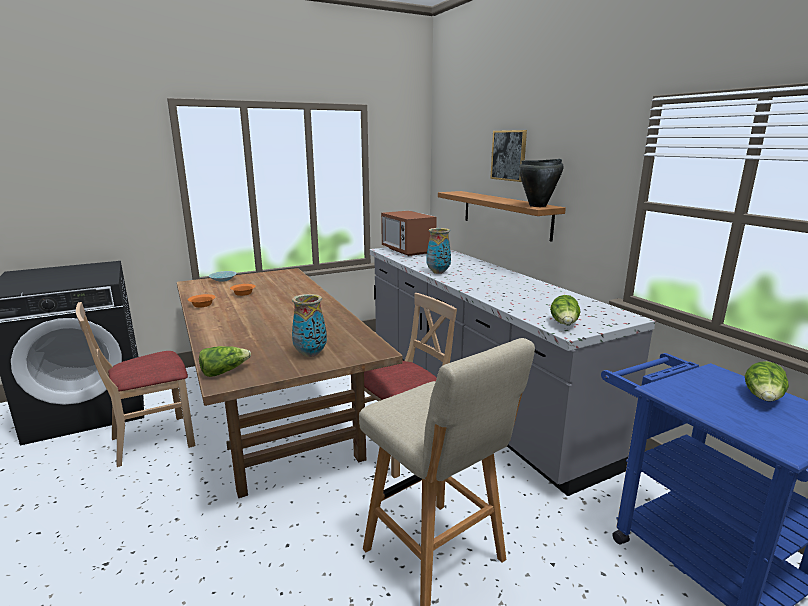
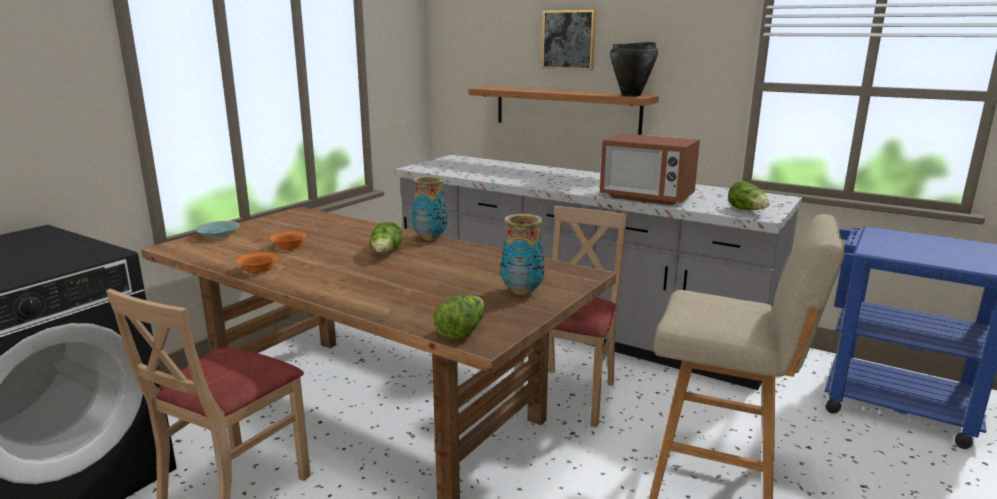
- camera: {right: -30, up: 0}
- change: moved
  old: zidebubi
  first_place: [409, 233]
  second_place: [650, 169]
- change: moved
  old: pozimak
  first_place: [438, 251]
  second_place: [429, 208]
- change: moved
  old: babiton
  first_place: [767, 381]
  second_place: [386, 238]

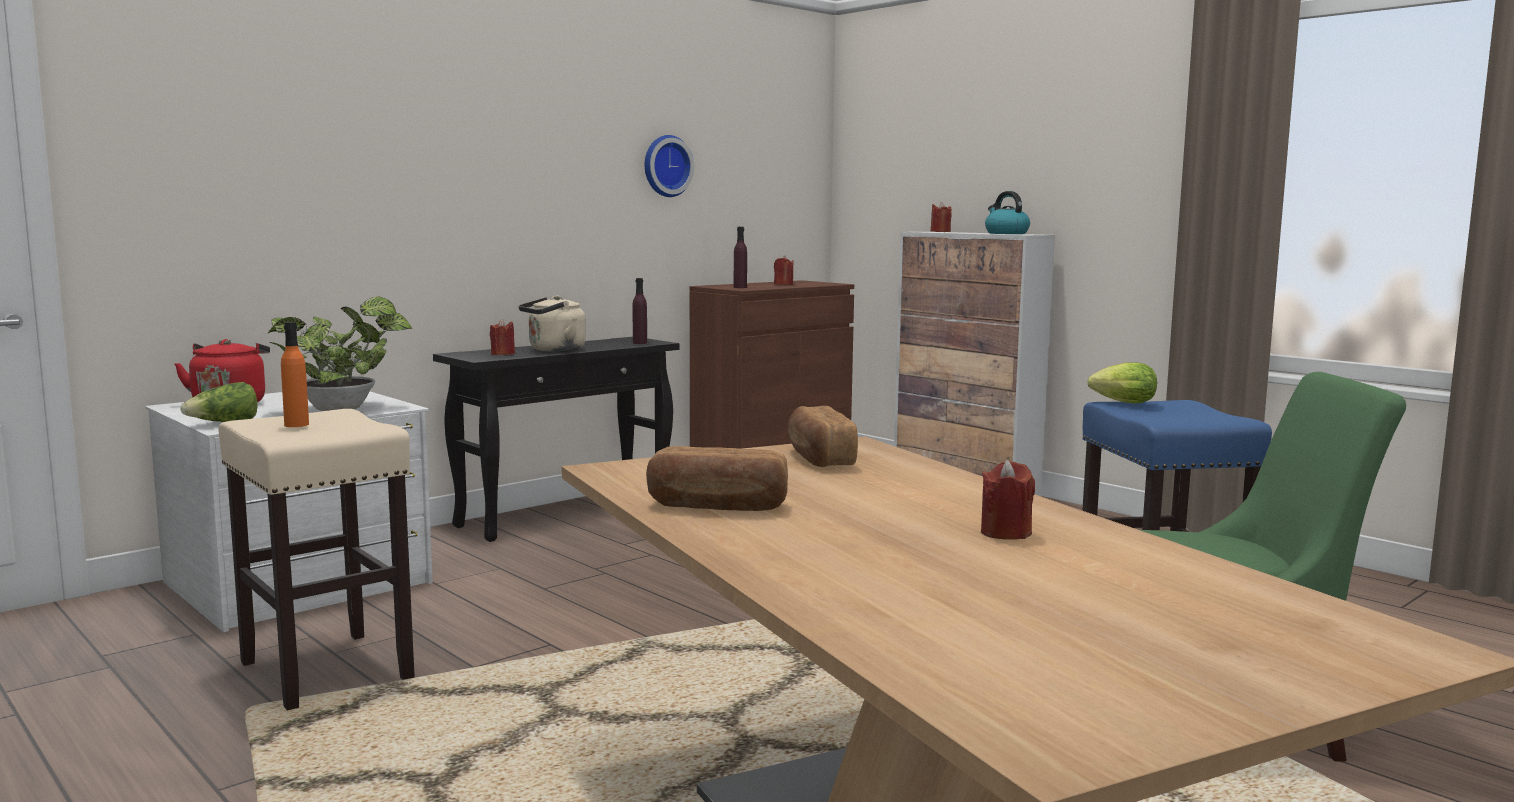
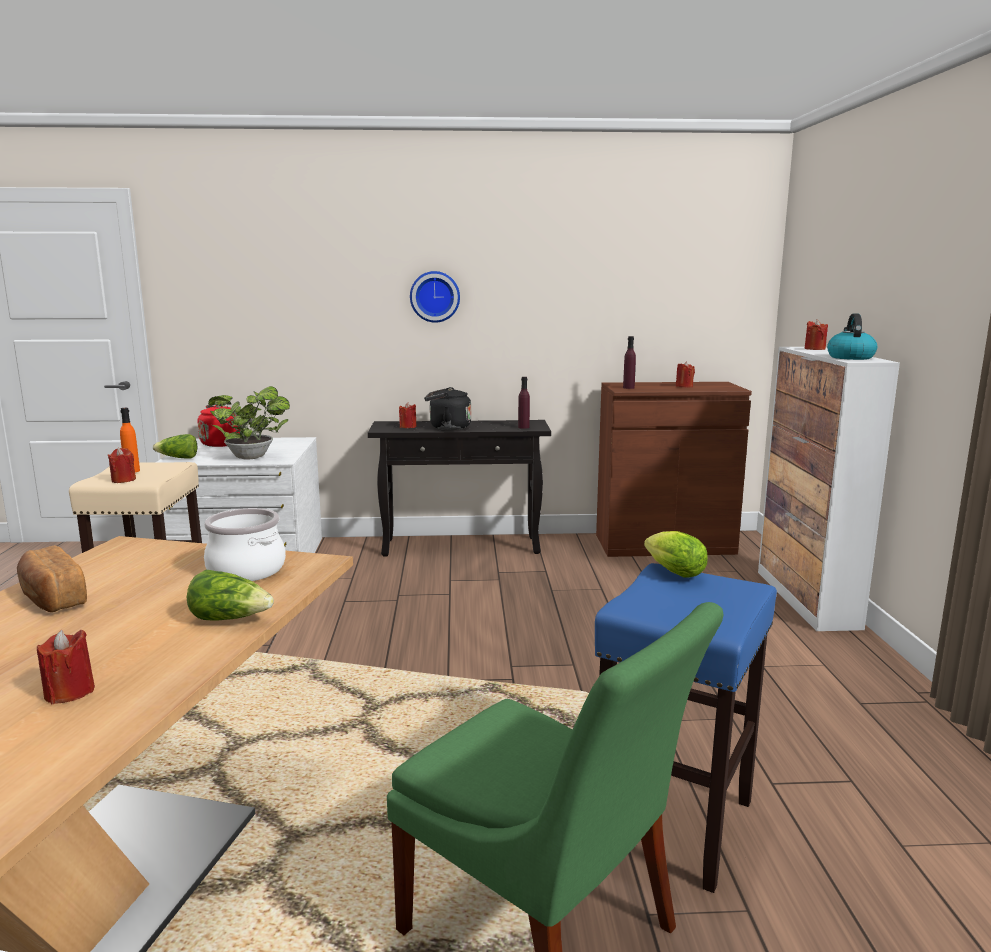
- camera: {right: 40, up: 5}
- change: moved
  old: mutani
  first_place: [669, 166]
  second_place: [435, 297]
- change: recoloured
  old: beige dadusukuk
  new: black dadusukuk
  first_place: [552, 323]
  second_place: [447, 408]
- change: replaced
  old: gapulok
  new: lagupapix
  first_place: [823, 436]
  second_place: [245, 544]
- change: added
  new: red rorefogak
  second_place: [122, 465]
- change: added
  new: babiton
  second_place: [230, 595]

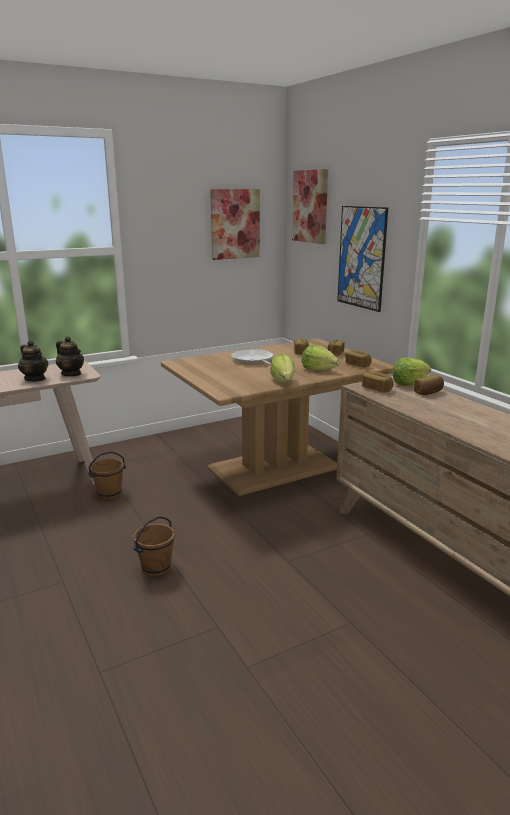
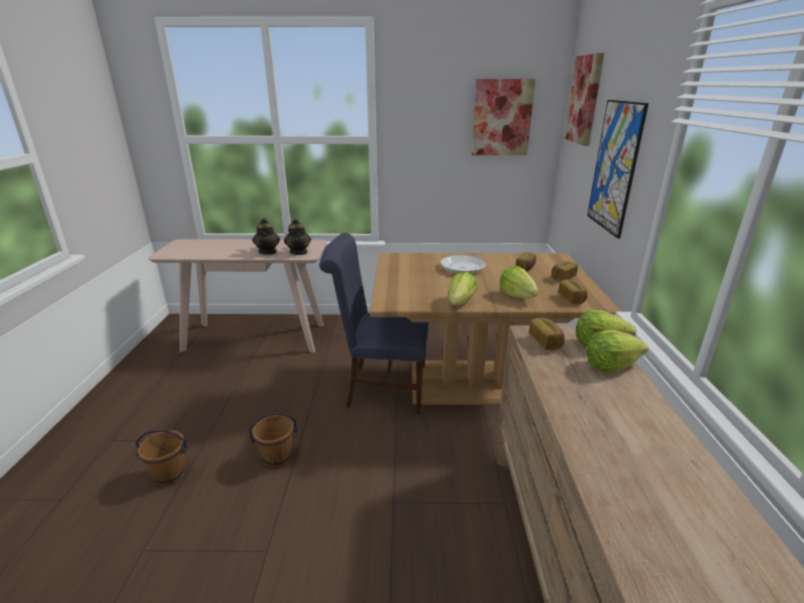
- camera: {right: 30, up: 5}
- change: replaced
  old: gapulok
  new: babiton
  first_place: [429, 385]
  second_place: [617, 351]
- change: moved
  old: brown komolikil
  first_place: [107, 476]
  second_place: [162, 458]
- change: added
  new: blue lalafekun
  second_place: [374, 323]

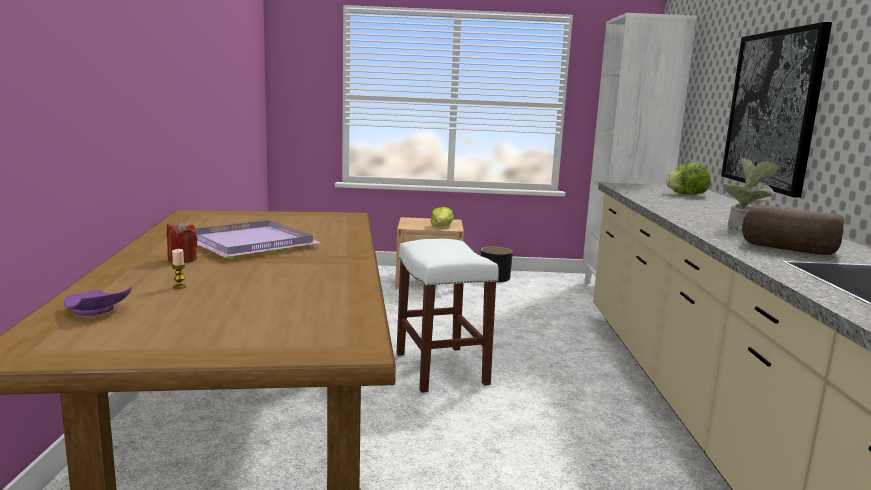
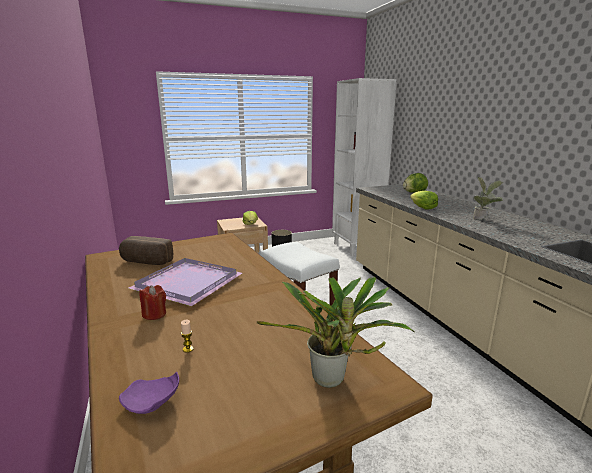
- camera: {right: -20, up: 5}
- change: removed
  old: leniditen
  first_place: [776, 110]
- change: moved
  old: gapulok
  first_place: [793, 230]
  second_place: [146, 250]
- change: added
  new: babiton
  second_place: [424, 200]
- change: added
  new: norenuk
  second_place: [335, 332]

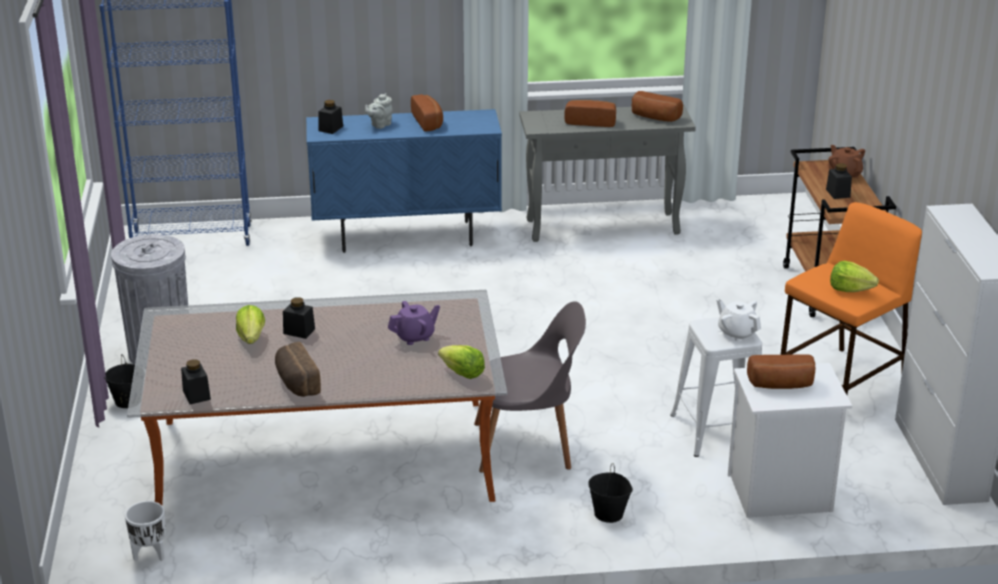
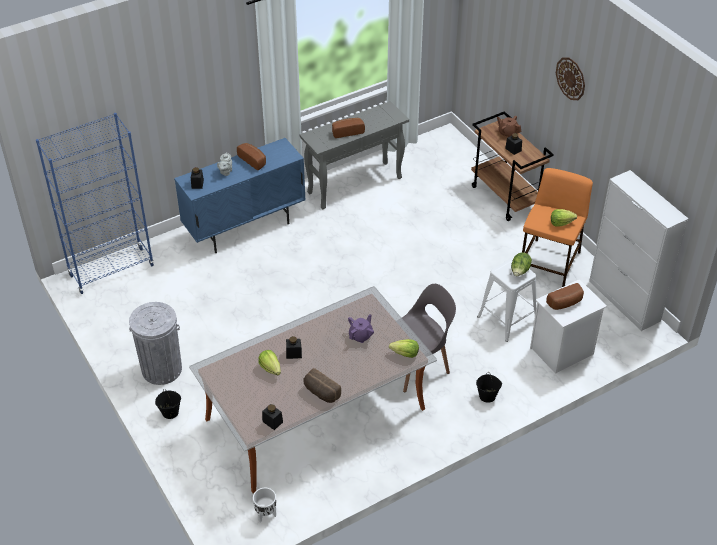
- camera: {right: -25, up: 15}
- change: removed
  old: gapulok
  first_place: [657, 106]
- change: replaced
  old: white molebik
  new: babiton
  first_place: [739, 320]
  second_place: [521, 264]
- change: added
  new: mutani
  second_place: [570, 78]

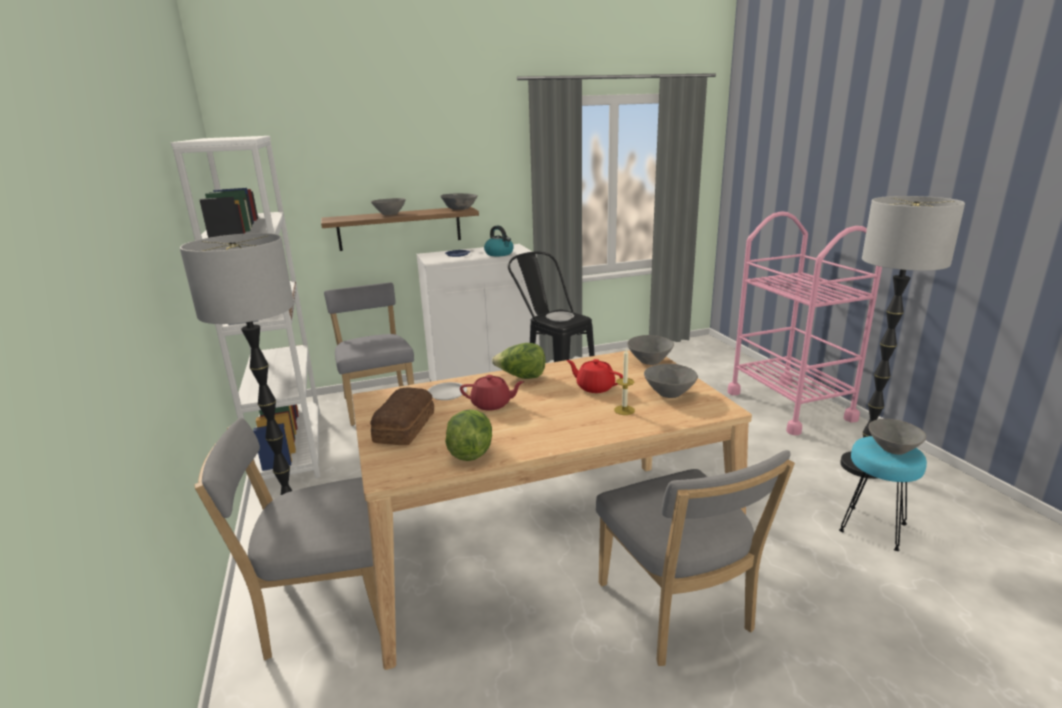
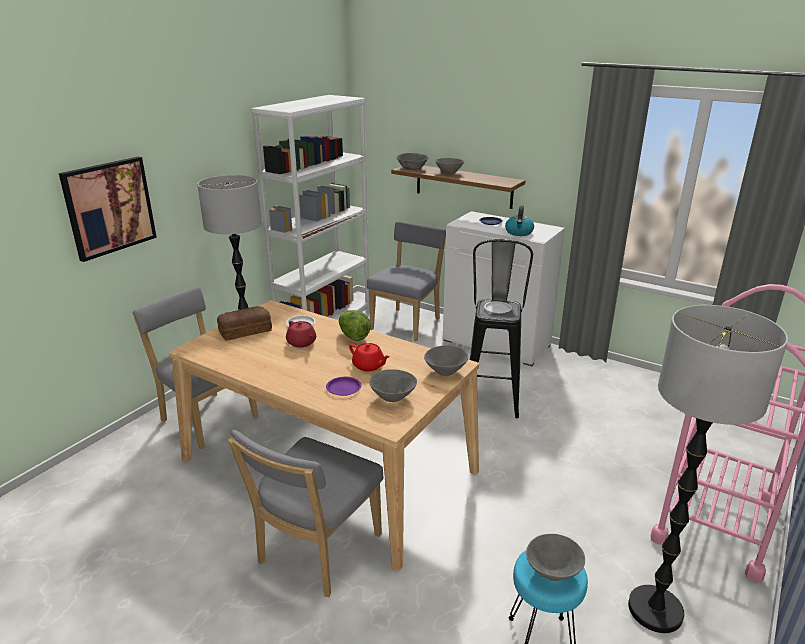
- camera: {right: 50, up: 5}
- change: moved
  old: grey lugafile
  first_place: [459, 201]
  second_place: [412, 161]
- change: replaced
  old: rorefogak
  new: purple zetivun
  first_place: [624, 382]
  second_place: [344, 386]
- change: turned
  old: red molebik
  first_place: [595, 376]
  second_place: [369, 357]
  degrees: 135
- change: removed
  old: babiton
  first_place: [468, 435]
- change: added
  new: leniditen
  second_place: [108, 209]

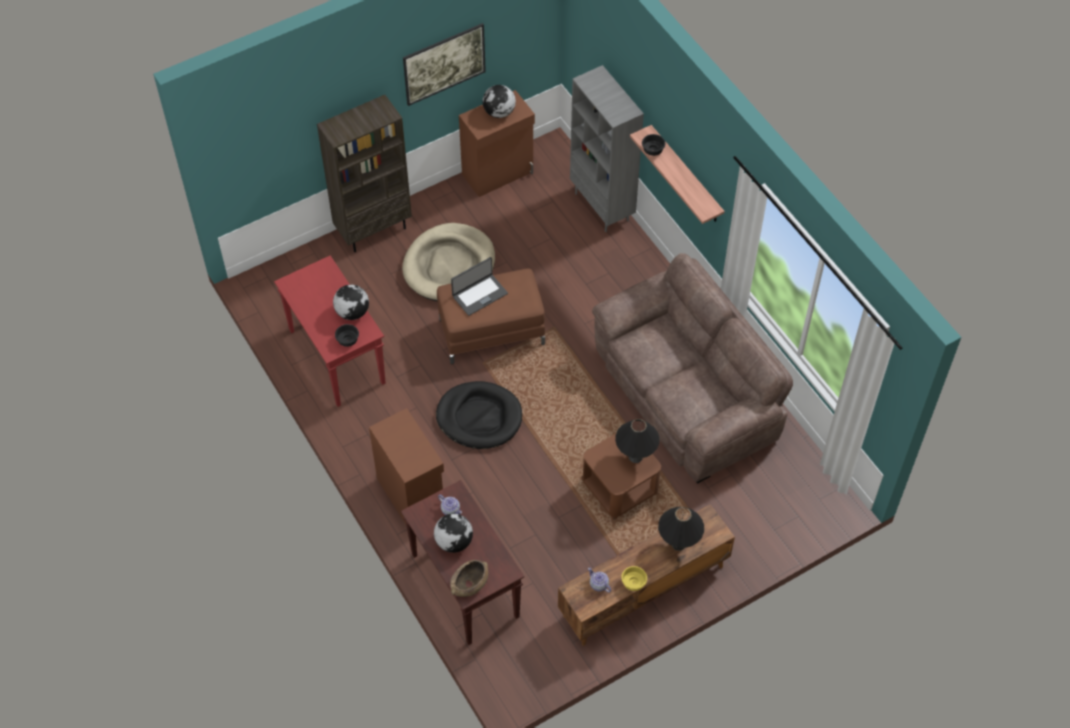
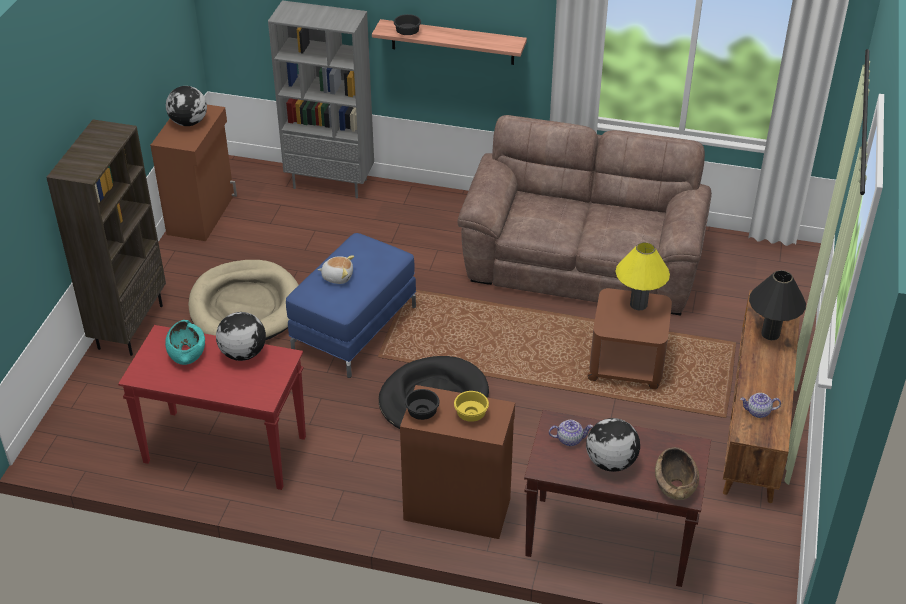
- camera: {right: -45, up: -15}
- change: removed
  old: leniditen
  first_place: [444, 64]
- change: replaced
  old: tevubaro
  new: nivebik
  first_place: [479, 286]
  second_place: [336, 269]
- change: recoloured
  old: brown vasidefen
  new: blue vasidefen
  first_place: [491, 316]
  second_place: [351, 305]
- change: moved
  old: black lugafile
  first_place: [347, 335]
  second_place: [422, 404]
- change: recoloured
  old: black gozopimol
  new: yellow gozopimol
  first_place: [637, 441]
  second_place: [642, 276]
- change: moved
  old: yellow lugafile
  first_place: [634, 578]
  second_place: [471, 406]
- change: added
  new: turquoise lugafile
  second_place: [185, 342]

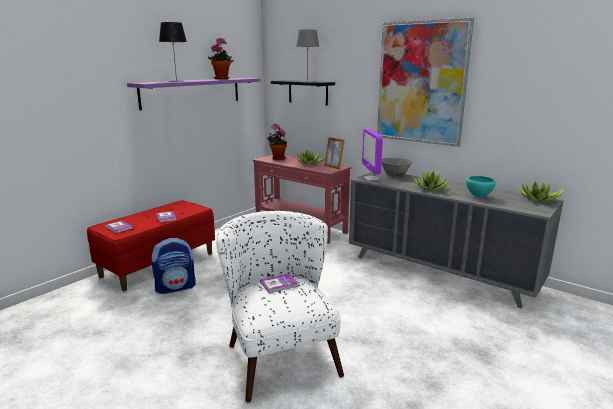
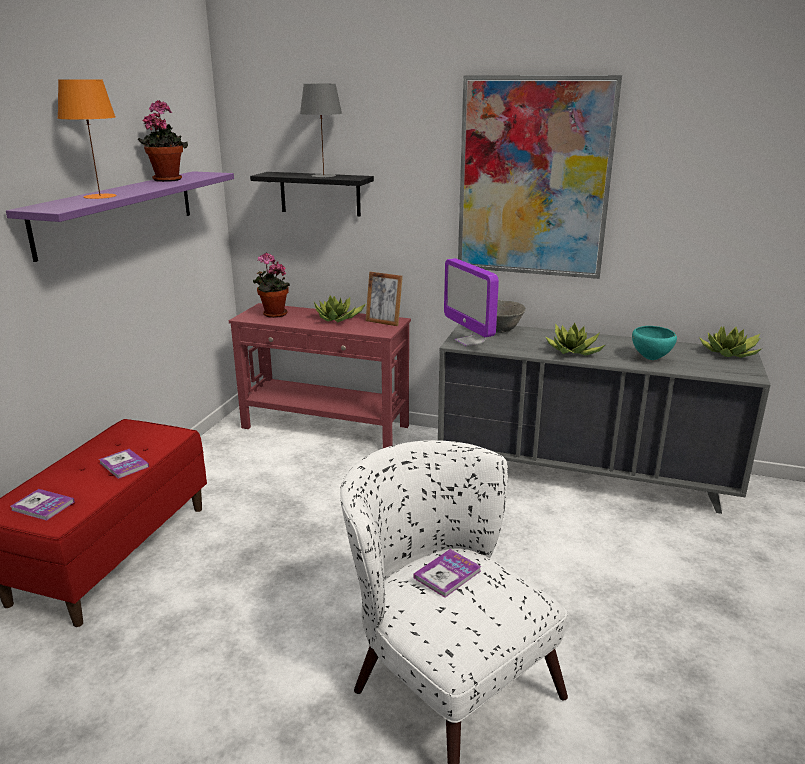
- camera: {right: -20, up: 5}
- change: recoloured
  old: black gozopimol
  new: orange gozopimol
  first_place: [173, 52]
  second_place: [87, 139]
- change: removed
  old: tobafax
  first_place: [174, 266]

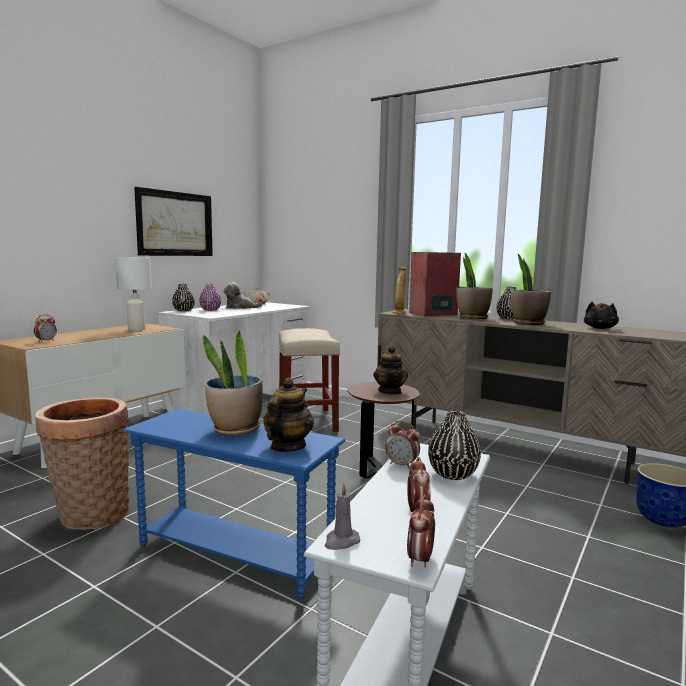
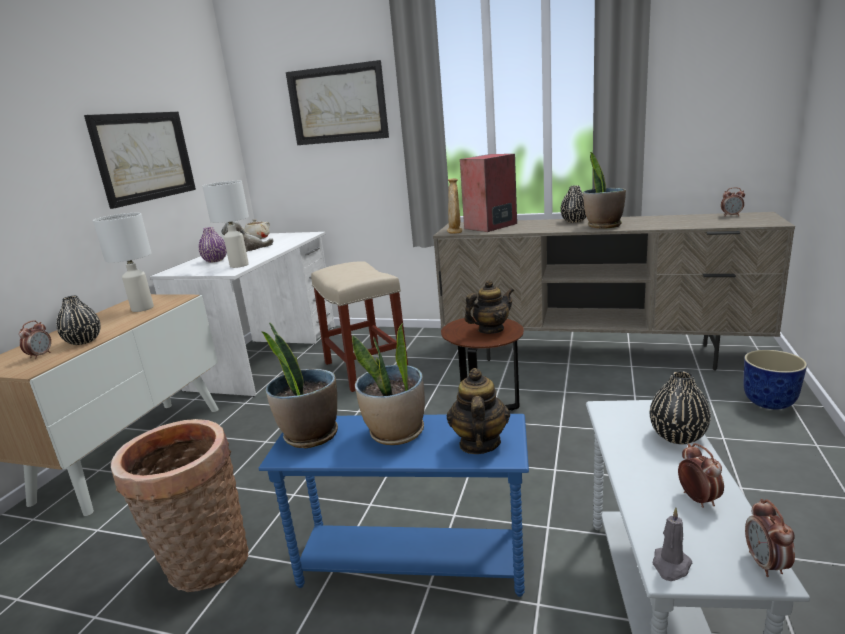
- camera: {right: -15, up: 10}
- change: moved
  old: norenuk
  first_place: [474, 286]
  second_place: [299, 385]
- change: moved
  old: black pozimak
  first_place: [183, 298]
  second_place: [78, 320]
- change: removed
  old: black nivebik
  first_place: [601, 315]
- change: turned
  old: molebik
  first_place: [390, 370]
  second_place: [489, 307]
  degrees: -90
- change: moved
  old: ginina
  first_place: [402, 444]
  second_place: [733, 201]
- change: added
  new: leniditen
  second_place: [337, 102]
- change: added
  new: white gozopimol
  second_place: [225, 224]

